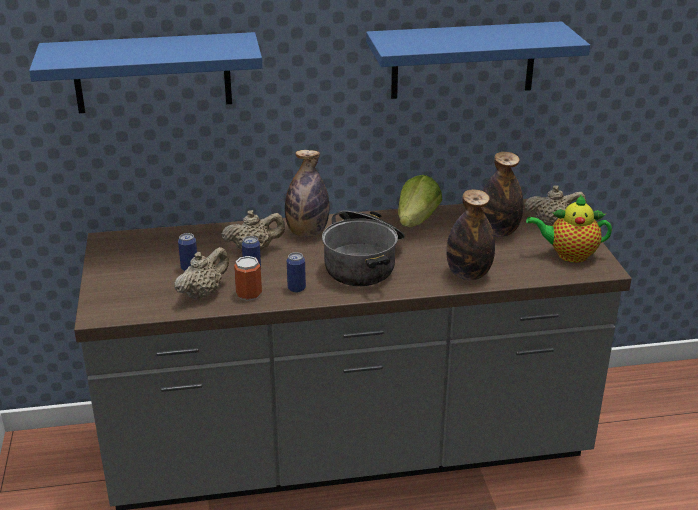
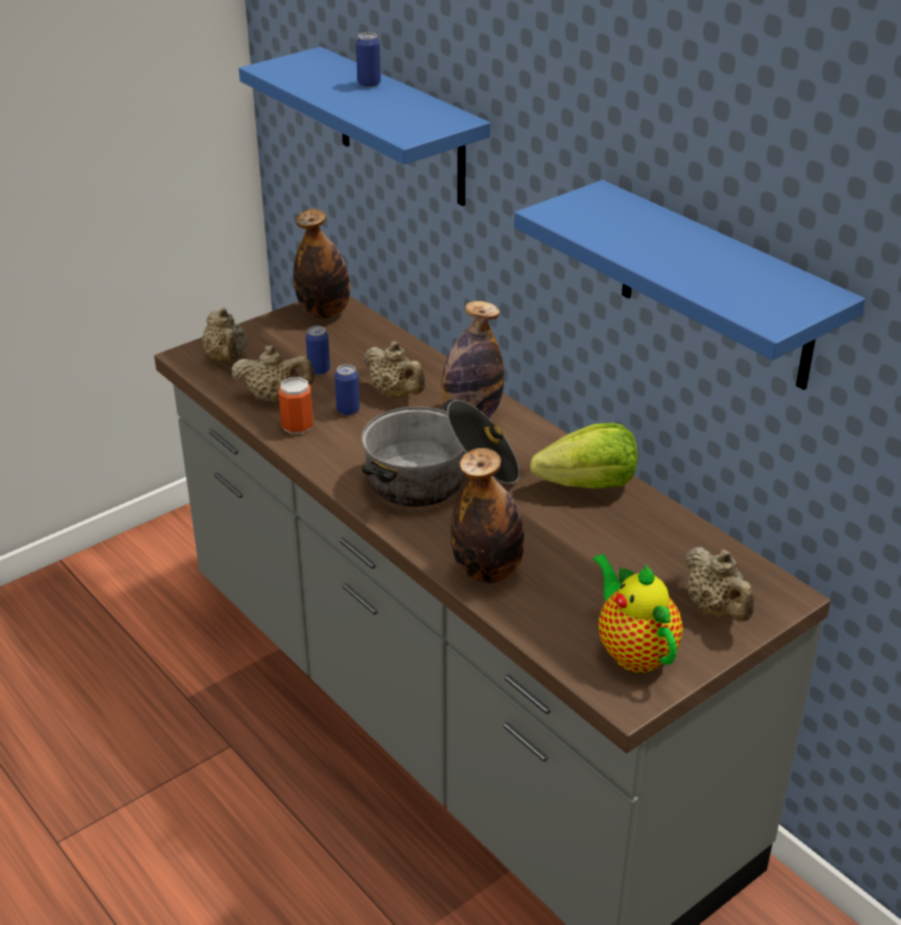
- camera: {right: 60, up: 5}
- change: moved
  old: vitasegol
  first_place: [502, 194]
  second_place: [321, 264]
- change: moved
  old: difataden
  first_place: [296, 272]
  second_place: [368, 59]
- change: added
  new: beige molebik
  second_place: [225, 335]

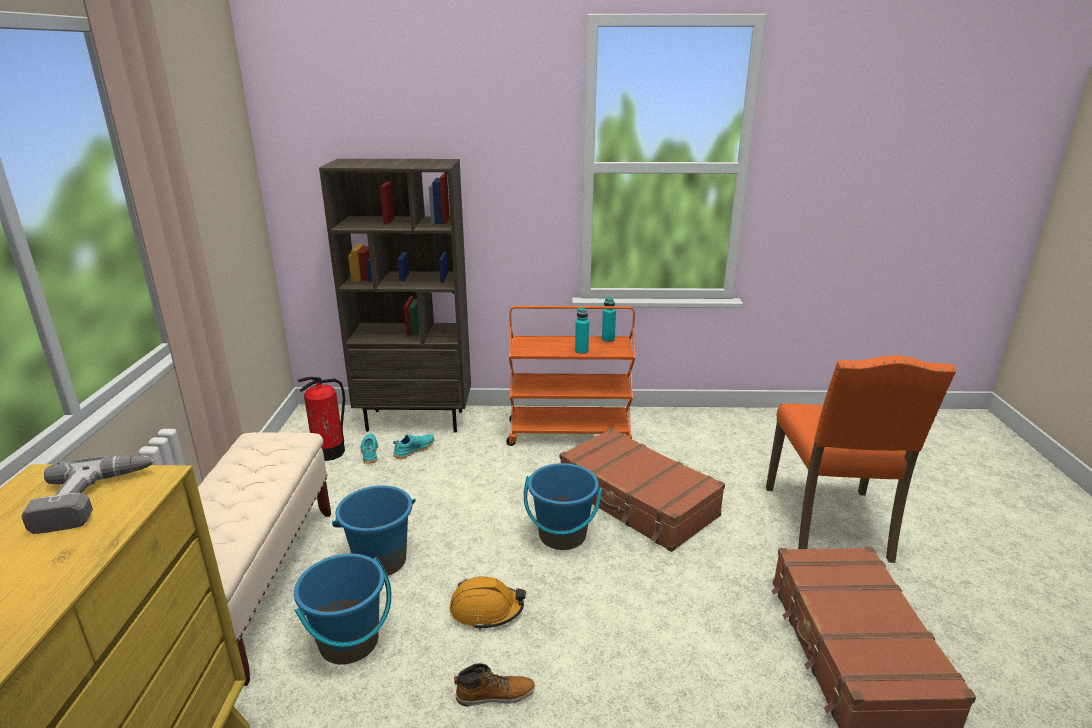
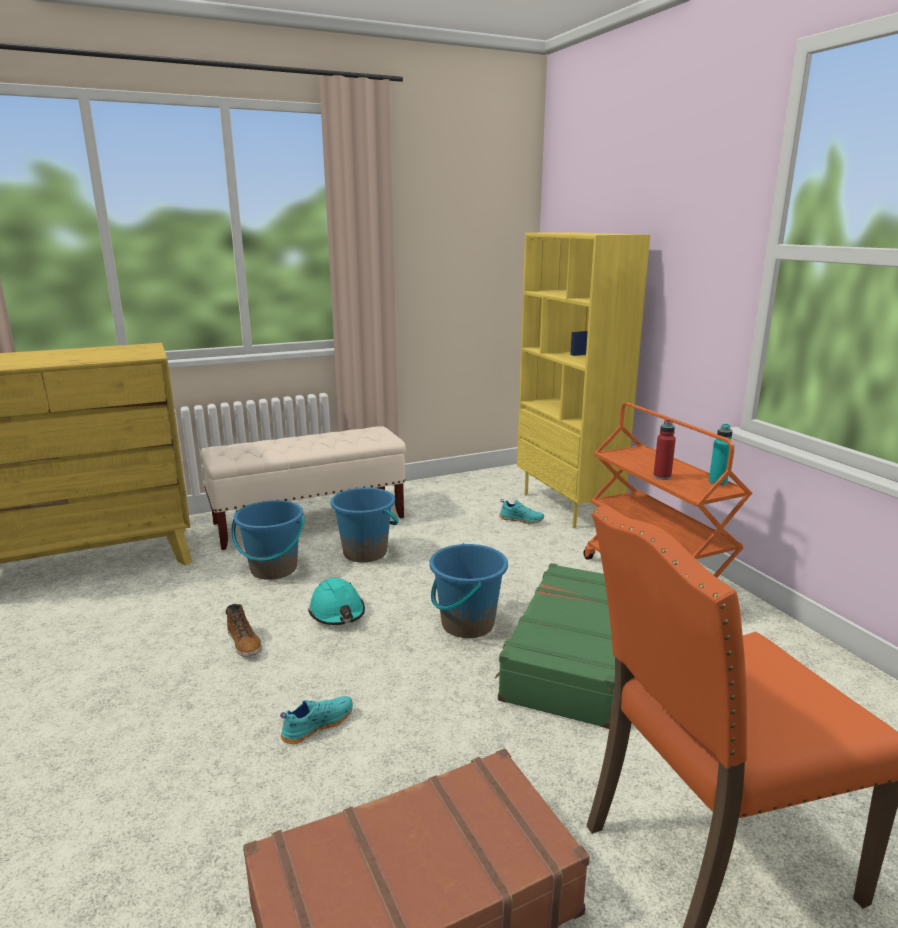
- camera: {right: 65, up: -5}
- change: recoloured
  old: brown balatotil
  new: yellow balatotil
  first_place: [395, 295]
  second_place: [583, 380]
- change: recoloured
  old: turquoise vitasegol
  new: red vitasegol
  first_place: [582, 330]
  second_place: [664, 450]
- change: removed
  old: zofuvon
  first_place: [321, 419]
- change: recoloured
  old: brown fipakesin
  new: green fipakesin
  first_place: [642, 490]
  second_place: [555, 646]
- change: moved
  old: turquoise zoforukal
  first_place: [369, 449]
  second_place: [316, 720]
- change: removed
  old: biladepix
  first_place: [88, 495]
- change: recoloured
  old: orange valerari
  new: turquoise valerari
  first_place: [488, 603]
  second_place: [336, 601]

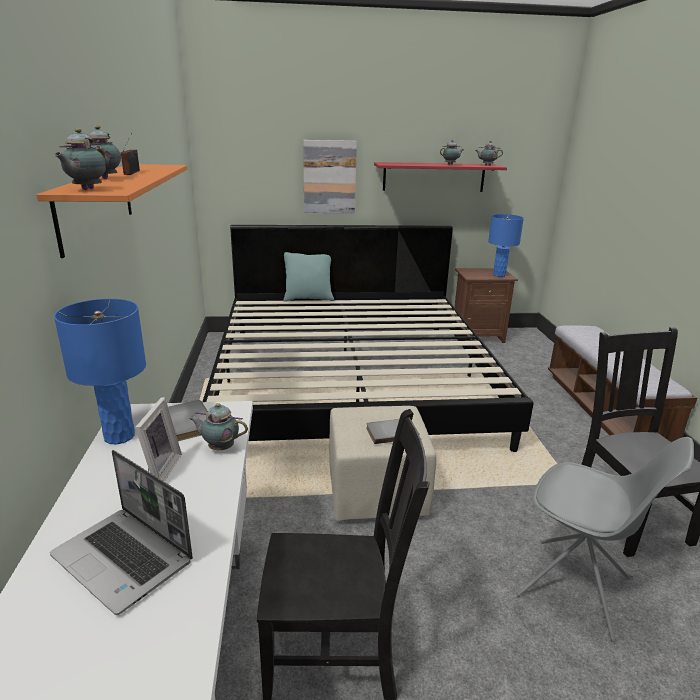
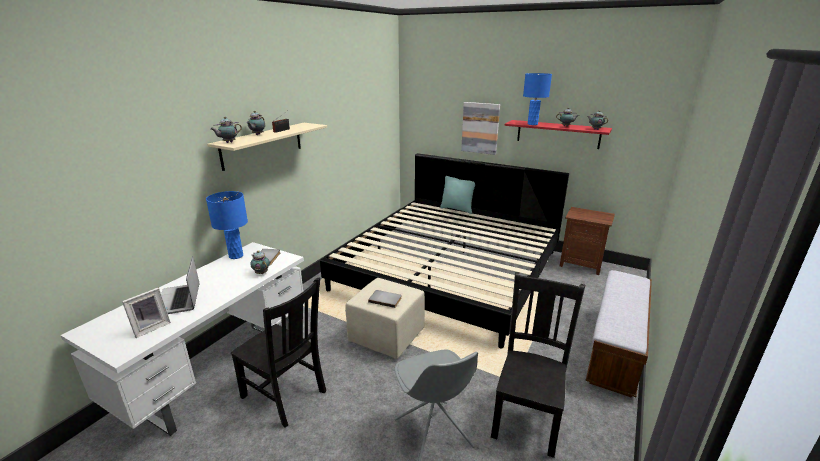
- camera: {right: 35, up: 0}
- change: recoloured
  old: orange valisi
  new: beige valisi
  first_place: [111, 211]
  second_place: [267, 147]
- change: moved
  old: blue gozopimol
  first_place: [506, 245]
  second_place: [537, 99]
- change: moved
  old: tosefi
  first_place: [158, 439]
  second_place: [146, 313]

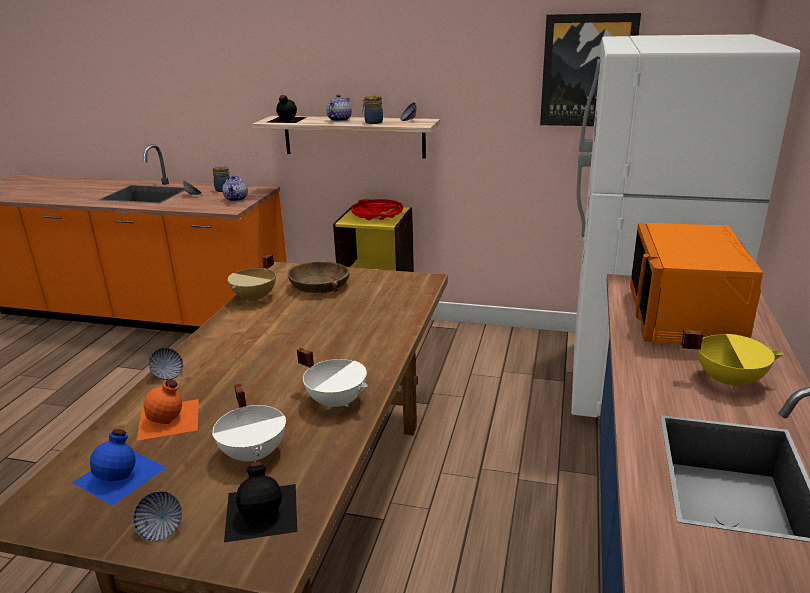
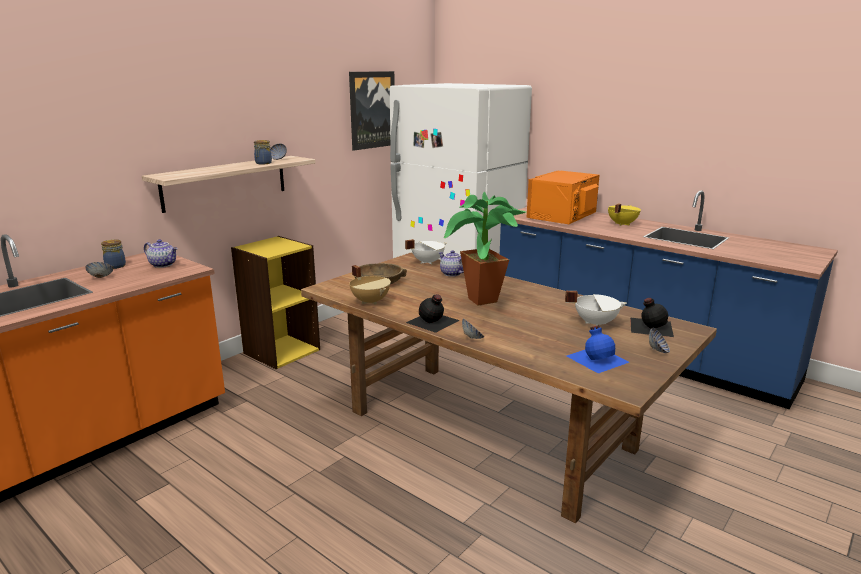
- camera: {right: -65, up: -5}
- change: moved
  old: molebik
  first_place: [339, 107]
  second_place: [451, 263]
- change: moved
  old: black vitasegol
  first_place: [286, 109]
  second_place: [433, 313]
- change: removed
  old: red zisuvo
  first_place: [377, 209]
- change: turned
  old: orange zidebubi
  first_place: [696, 283]
  second_place: [562, 197]
  degrees: 90
- change: moved
  old: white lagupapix
  first_place: [332, 378]
  second_place: [425, 251]
- change: removed
  old: orange vitasegol
  first_place: [168, 410]
- change: added
  new: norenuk
  second_place: [485, 248]

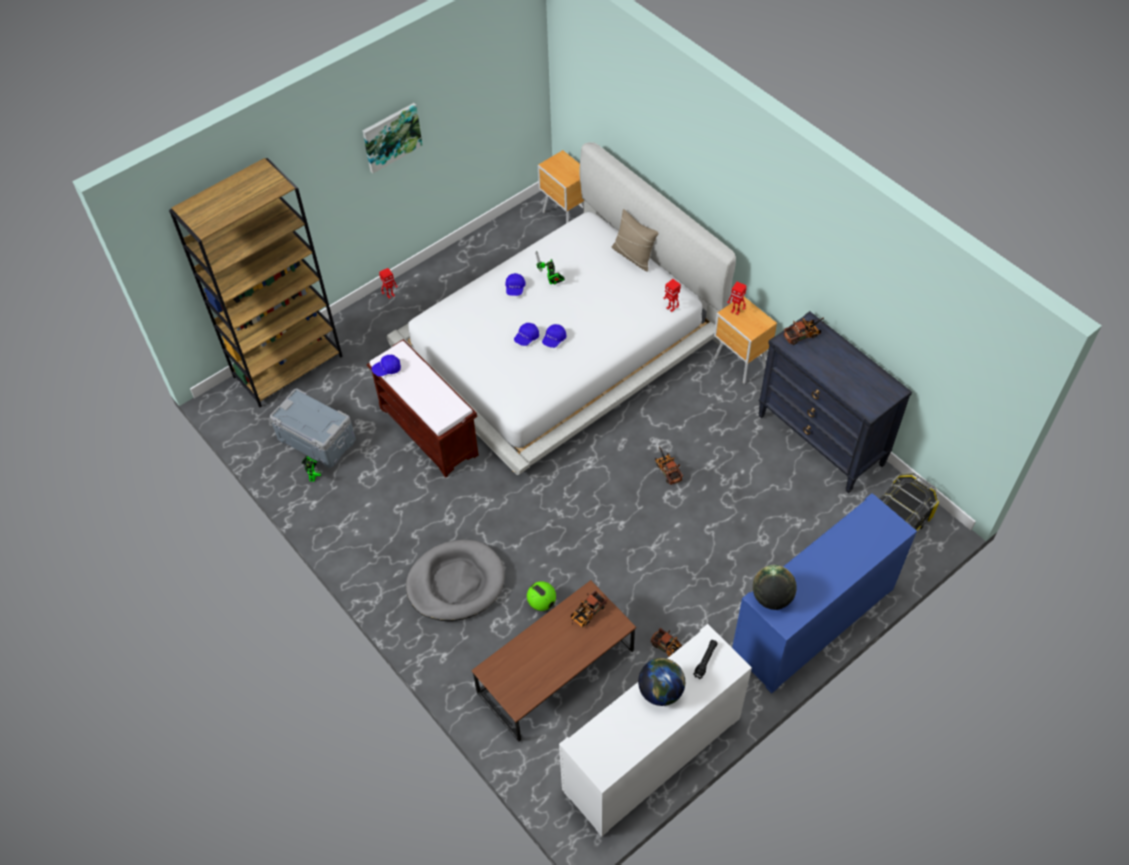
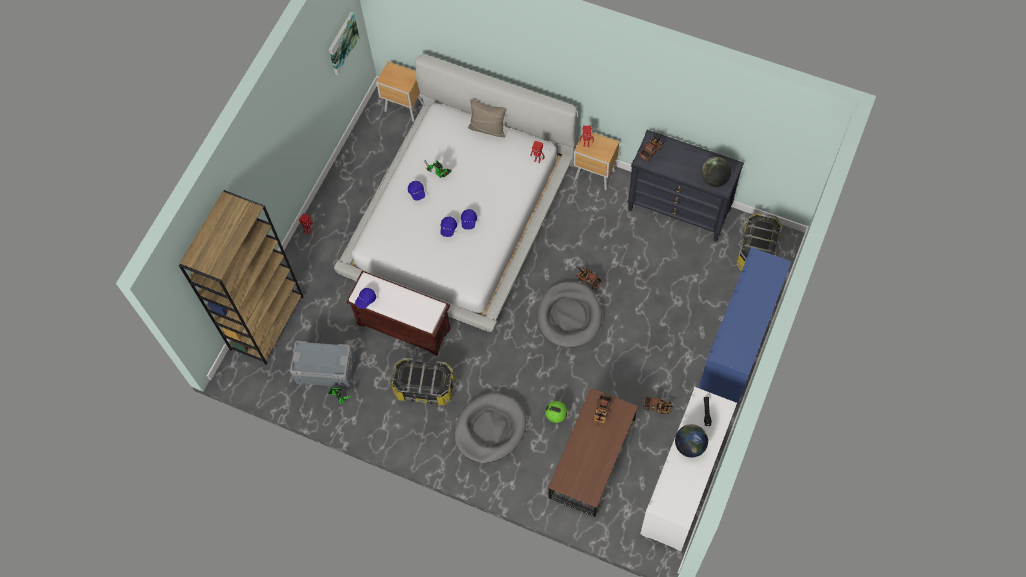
- camera: {right: -25, up: 10}
- change: moved
  old: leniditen
  first_place: [393, 138]
  second_place: [344, 43]
- change: moved
  old: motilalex
  first_place: [775, 587]
  second_place: [716, 172]
- change: added
  new: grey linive
  second_place: [570, 315]
- change: added
  new: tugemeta
  second_place: [423, 381]

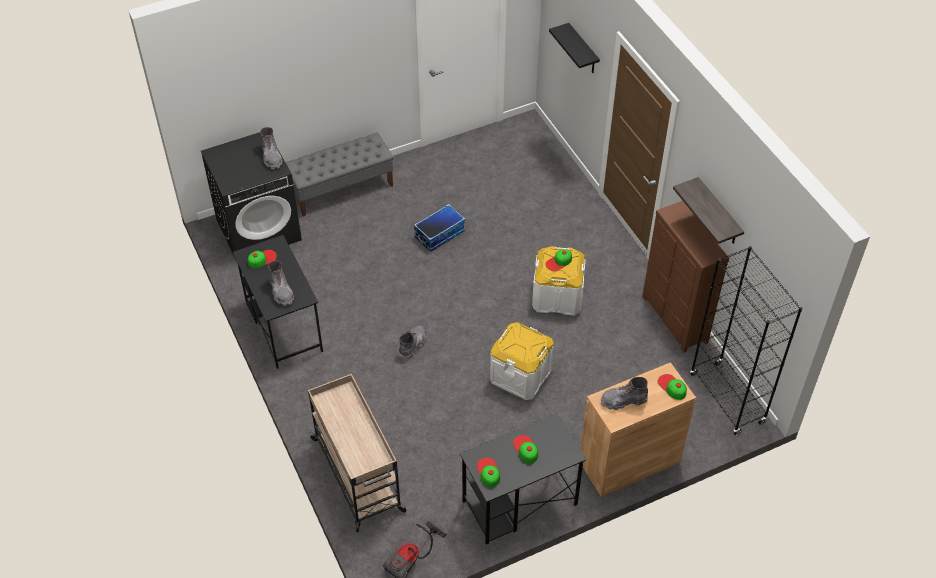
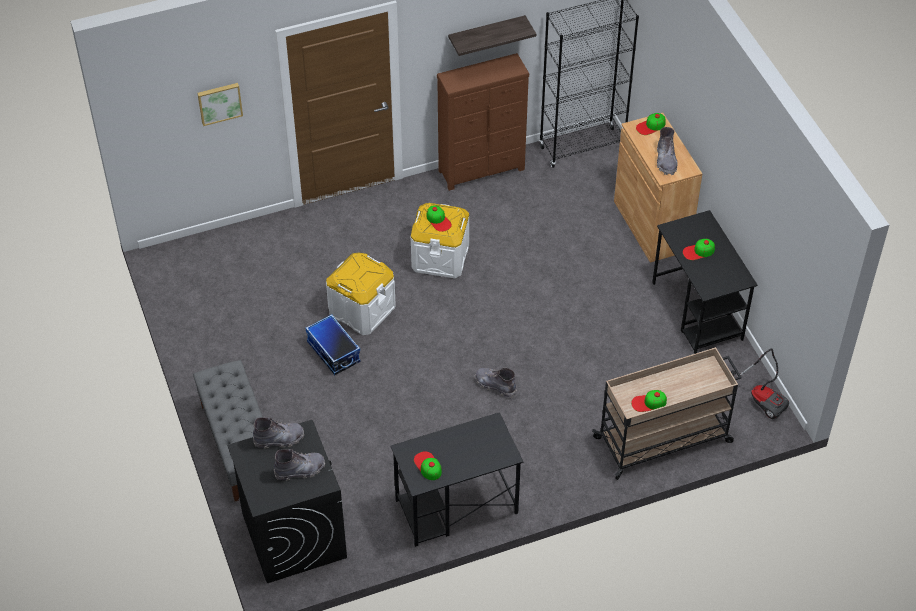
- camera: {right: -85, up: 0}
- change: replaced
  old: black valisi
  new: leniditen
  first_place: [574, 48]
  second_place: [220, 104]
- change: moved
  old: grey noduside
  first_place: [281, 283]
  second_place: [299, 465]
- change: moved
  old: white tugemeta
  first_place: [522, 361]
  second_place: [361, 294]
- change: moved
  old: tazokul
  first_place: [488, 472]
  second_place: [649, 401]

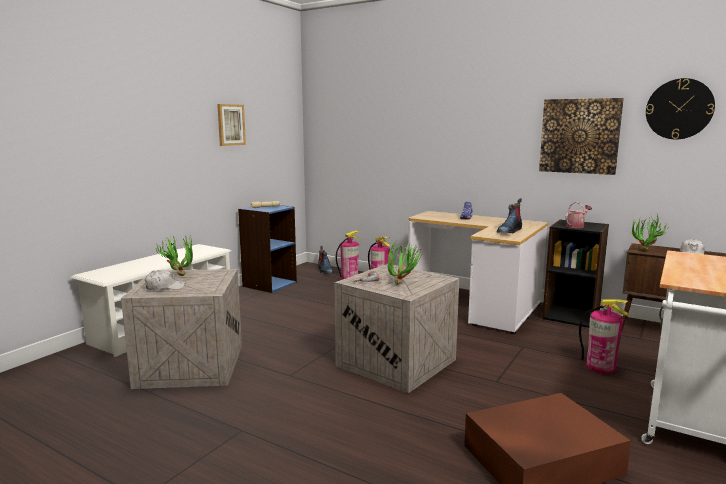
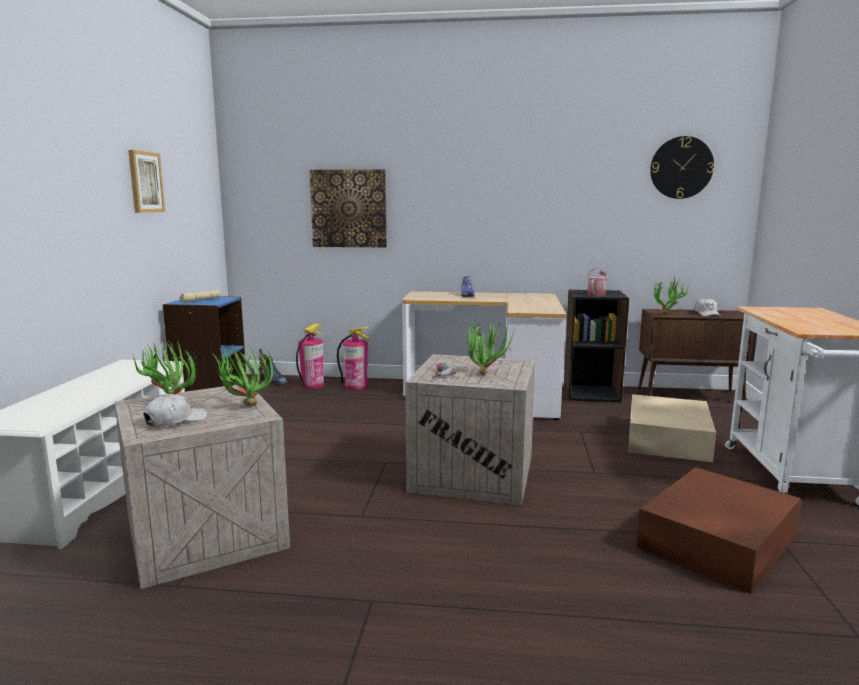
- camera: {right: -25, up: 0}
- change: moved
  old: leniditen
  first_place: [581, 136]
  second_place: [348, 208]
- change: removed
  old: noduside
  first_place: [509, 216]
- change: replaced
  old: zofuvon
  new: beige tugemeta
  first_place: [604, 336]
  second_place: [672, 428]
- change: added
  new: norenuk
  second_place: [242, 375]

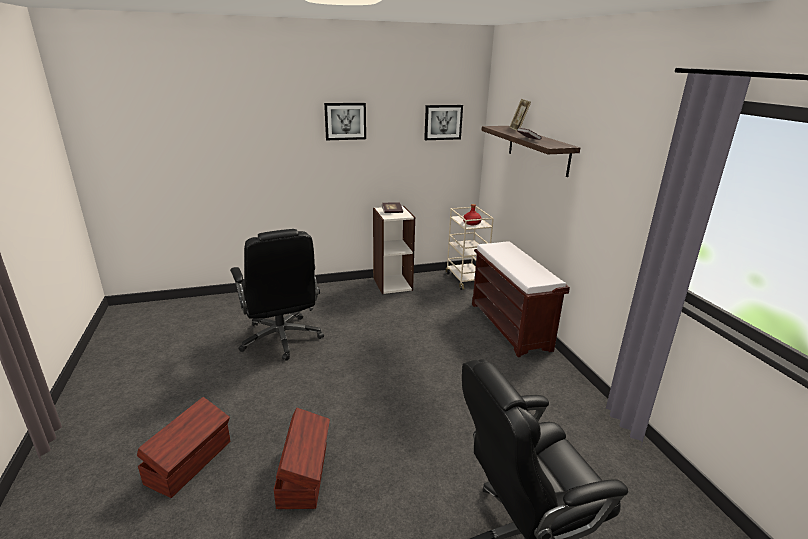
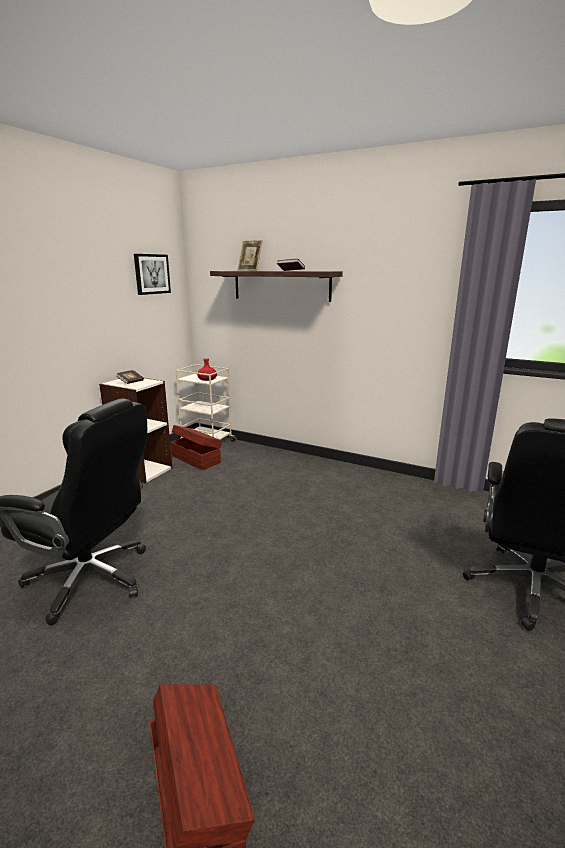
- camera: {right: -45, up: -5}
- change: removed
  old: leniditen
  first_place: [345, 121]
- change: removed
  old: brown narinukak
  first_place: [521, 299]
- change: moved
  old: brown tugemeta
  first_place: [302, 458]
  second_place: [196, 447]

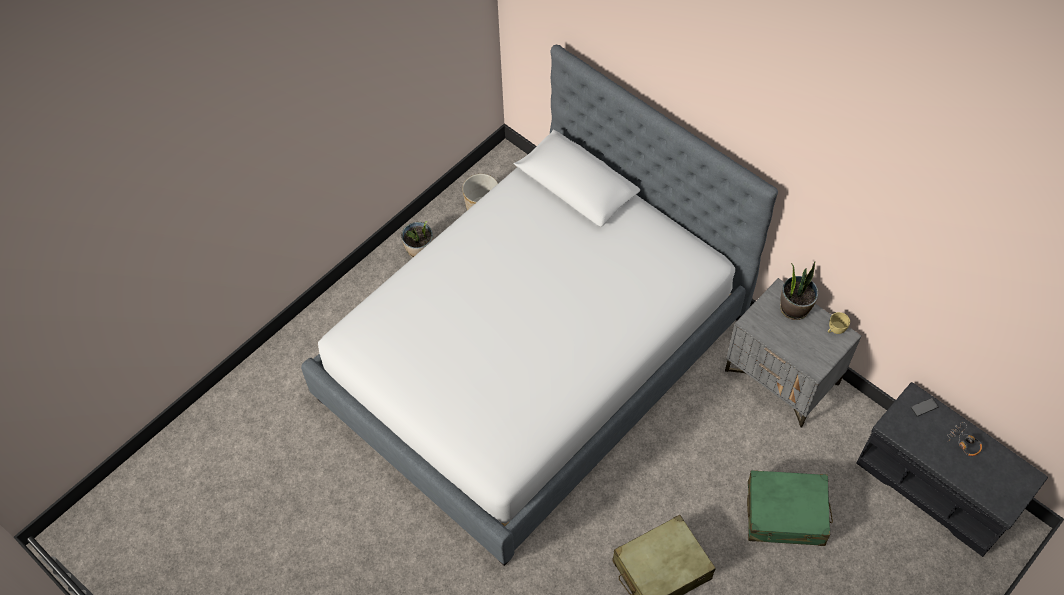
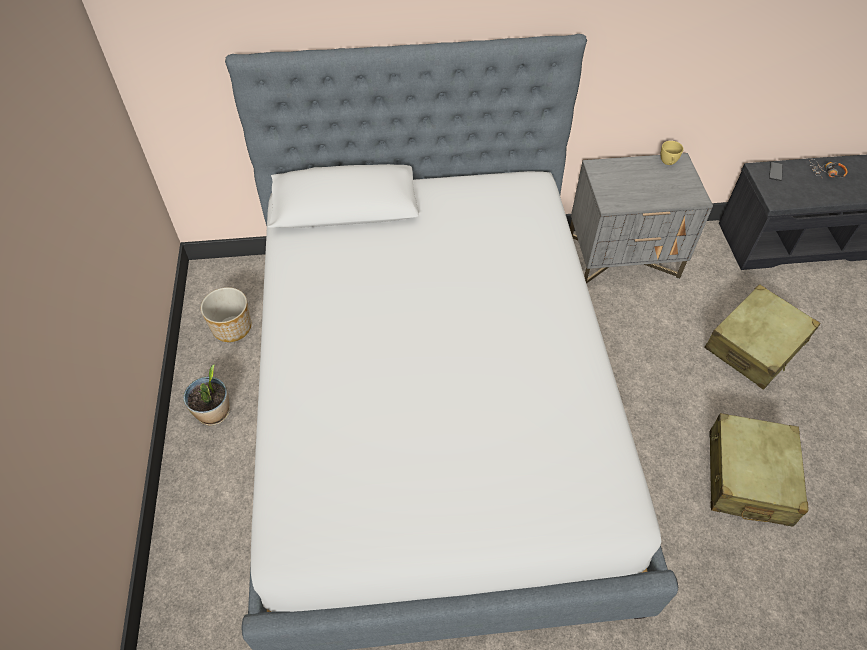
- camera: {right: -50, up: -5}
- change: removed
  old: norenuk
  first_place: [799, 291]
- change: recoloured
  old: green fipakesin
  new: beige fipakesin
  first_place: [790, 508]
  second_place: [762, 337]

